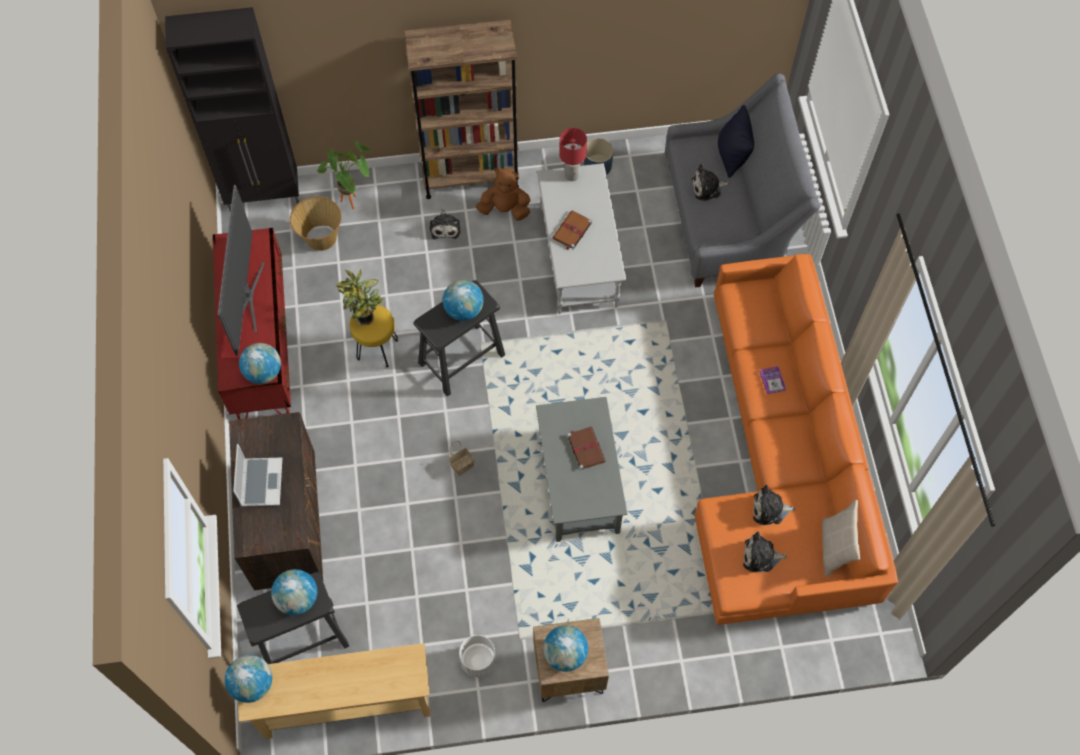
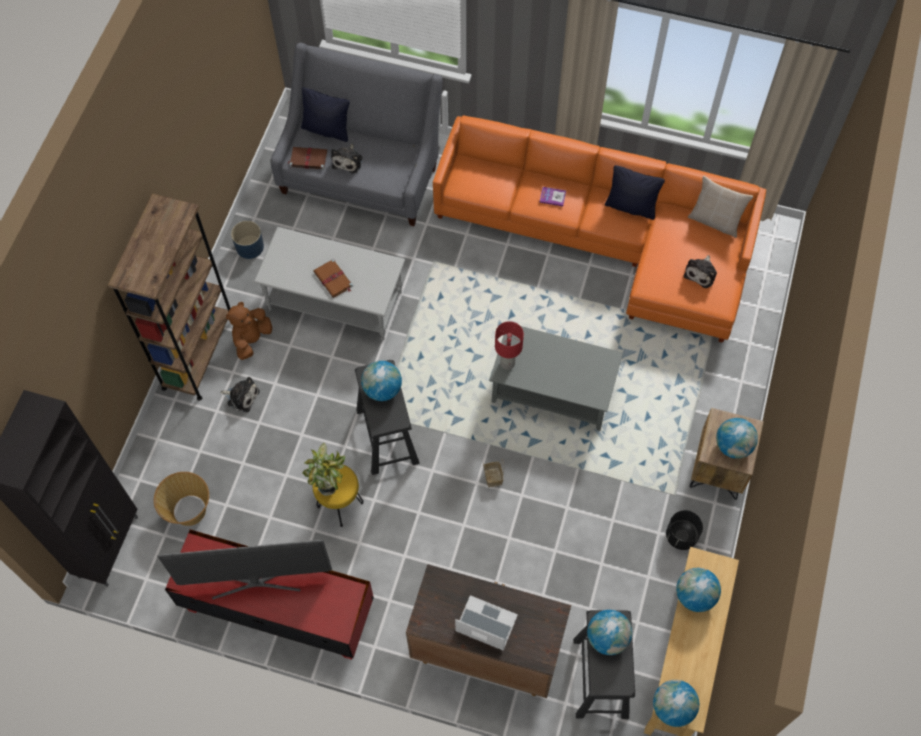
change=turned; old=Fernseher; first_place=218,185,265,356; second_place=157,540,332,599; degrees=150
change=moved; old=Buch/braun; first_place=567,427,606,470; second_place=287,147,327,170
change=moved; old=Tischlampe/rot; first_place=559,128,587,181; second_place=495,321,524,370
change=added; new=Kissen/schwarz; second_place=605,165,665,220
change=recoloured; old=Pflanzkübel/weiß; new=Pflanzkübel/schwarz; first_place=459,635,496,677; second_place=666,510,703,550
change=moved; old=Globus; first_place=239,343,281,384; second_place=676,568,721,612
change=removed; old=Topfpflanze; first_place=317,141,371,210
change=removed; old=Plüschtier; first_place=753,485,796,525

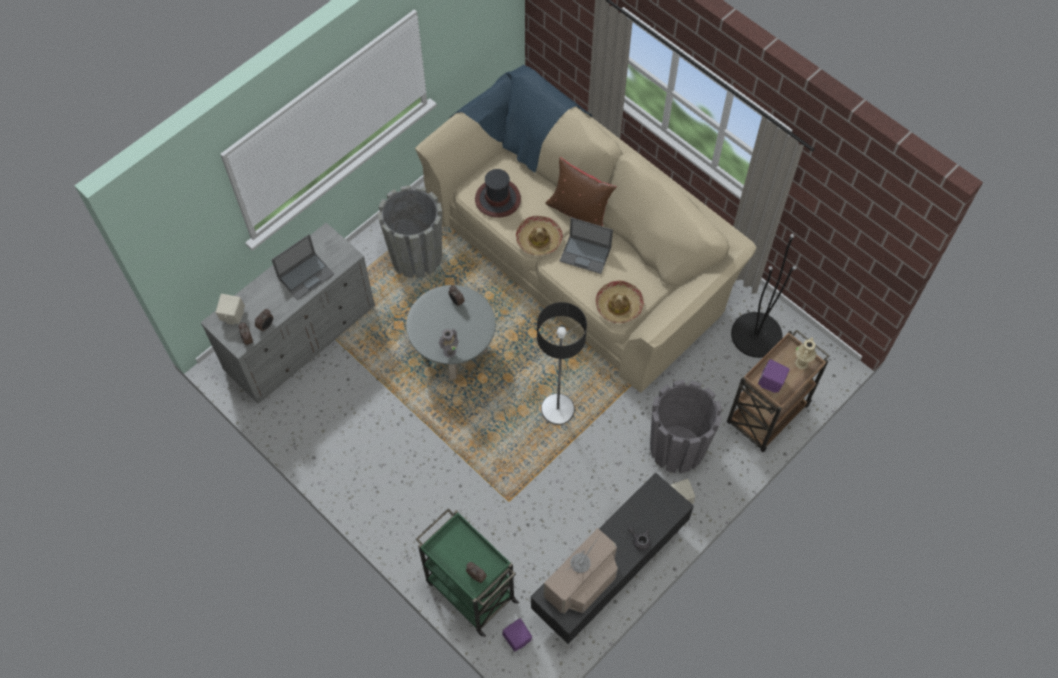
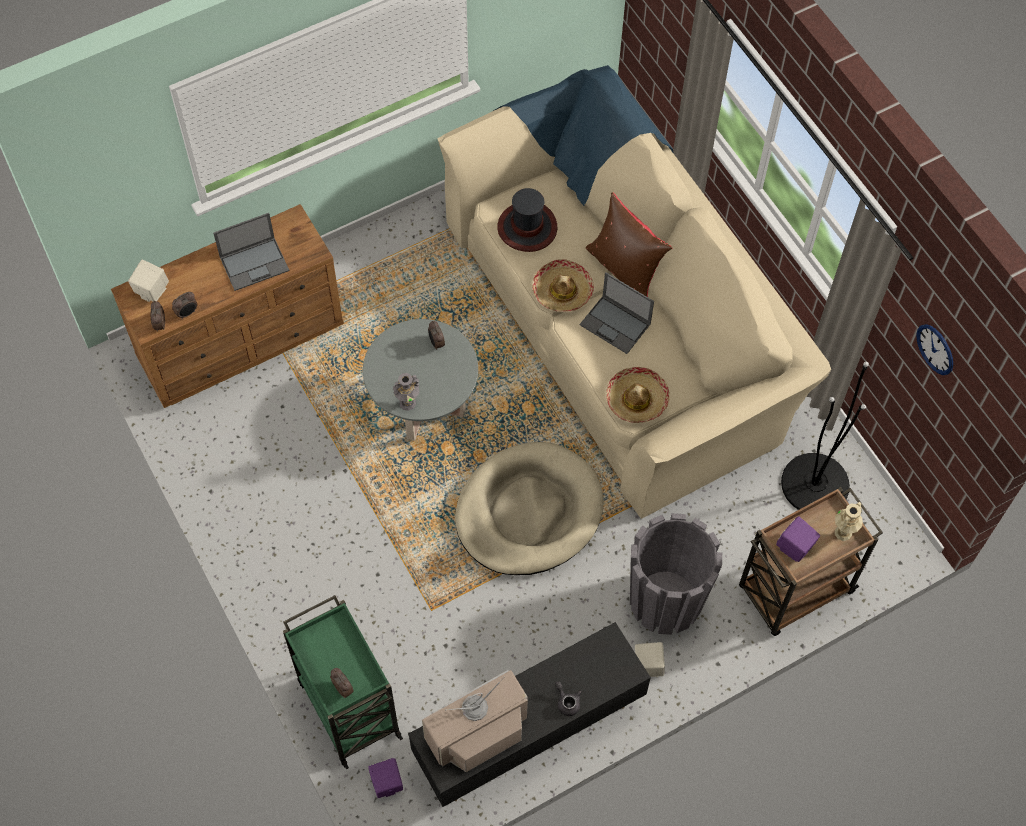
change=recoloured; old=Kommode/grau; new=Kommode/braun; first_place=201,223,375,404; second_place=111,204,344,408
change=replaced; old=Stehlampe; new=Hundebett/beige; first_place=537,302,587,425; second_place=455,442,604,575
change=added; new=Wanduhr; second_place=916,324,953,375
change=removed; old=Pflanzkübel/grau; first_place=378,185,442,279

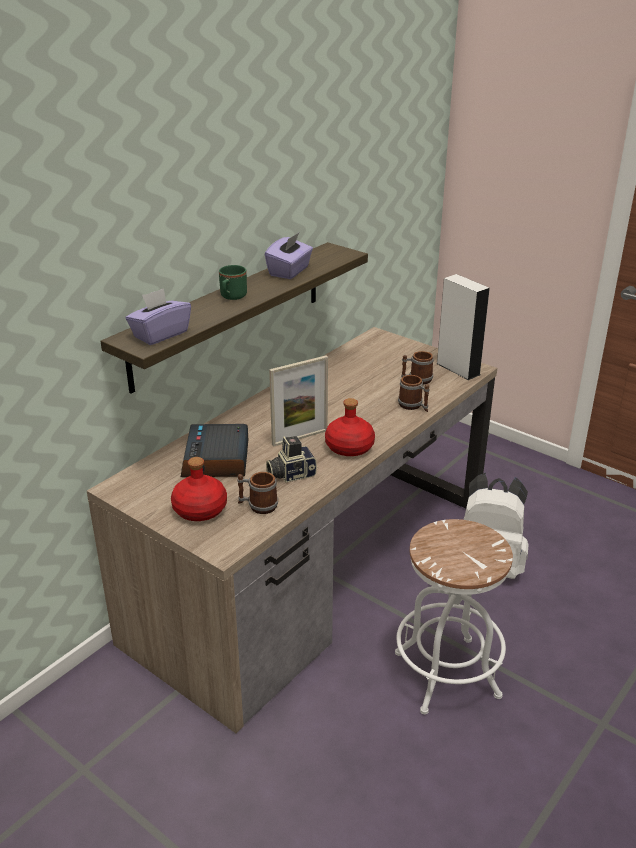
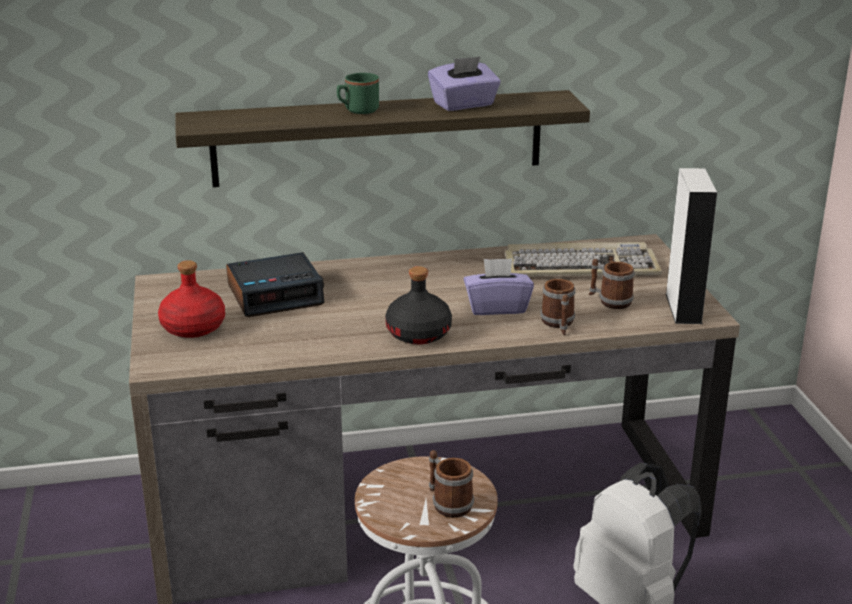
change=turned; old=Wecker; first_place=181,424,248,477; second_place=226,252,325,317; degrees=-150
change=recoloured; old=Flasche/rot; new=Flasche/schwarz; first_place=325,398,375,456; second_place=385,266,452,344
change=moved; old=Henkelbecher; first_place=237,472,278,514; second_place=429,450,474,518
change=moved; old=Taschentuchbox/lila; first_place=126,288,191,345; second_place=464,258,534,315
change=added; new=Tastatur; second_place=505,242,662,276
change=removed; old=Kamera; first_place=266,436,317,482
change=removed; old=Bilderrahmen; first_place=269,356,328,447

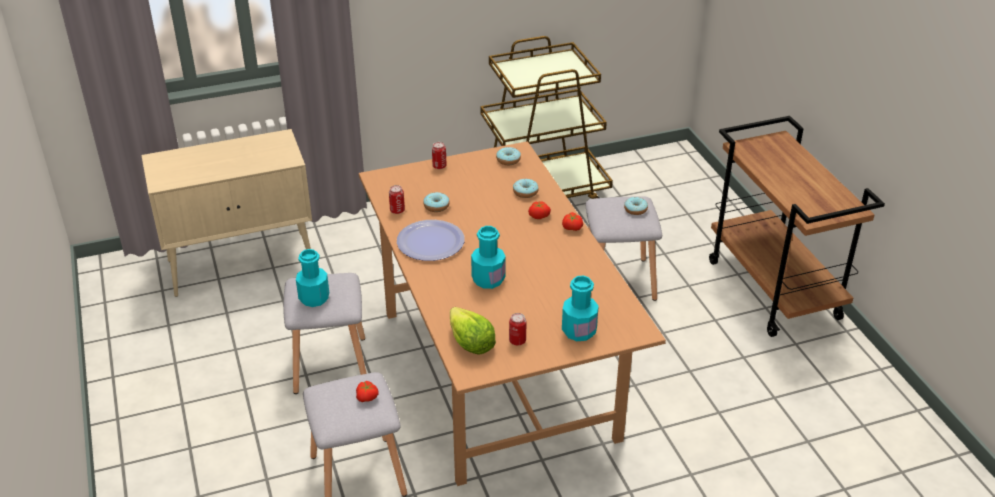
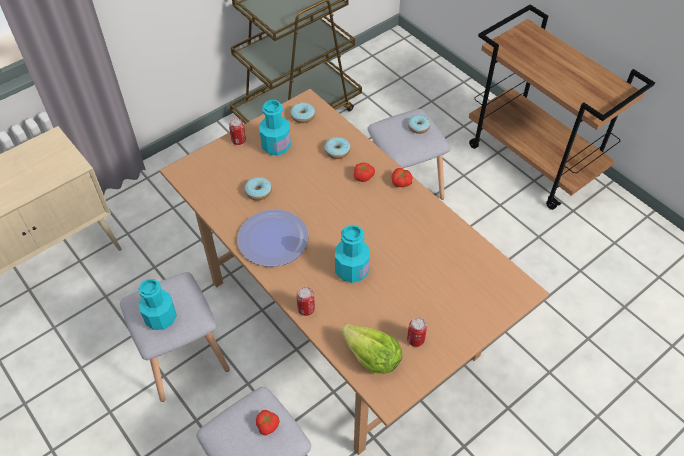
change=moved; old=Flasche/türkis; first_place=562,275,599,341; second_place=259,100,291,156
change=moved; old=Dose; first_place=389,185,405,214; second_place=297,287,315,316

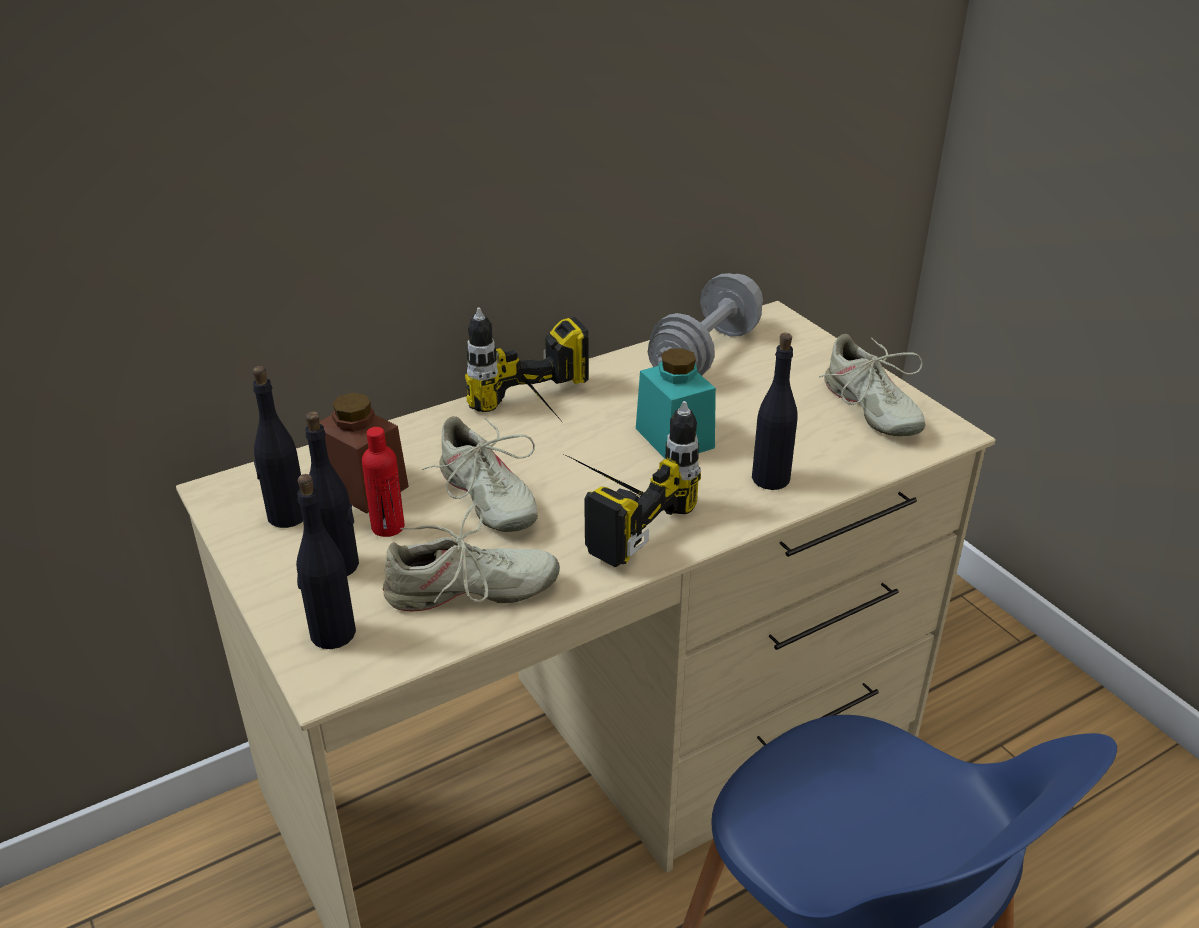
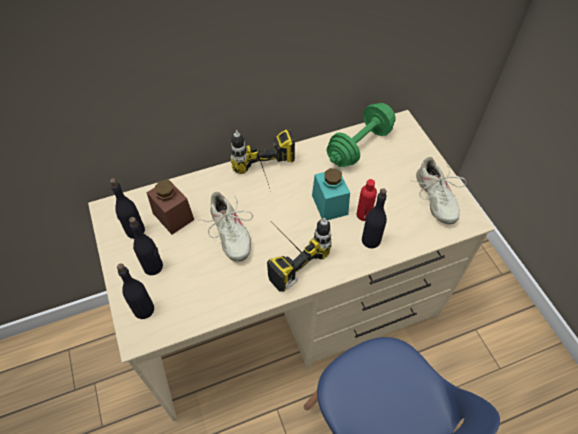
change=recoloured; old=Hantel/grau; new=Hantel/grün; first_place=648,273,763,376; second_place=326,103,396,167
change=moved; old=Flasche/rot; first_place=362,427,405,537; second_place=357,179,377,221
change=removed; old=Schuh/beige; first_place=383,504,560,611

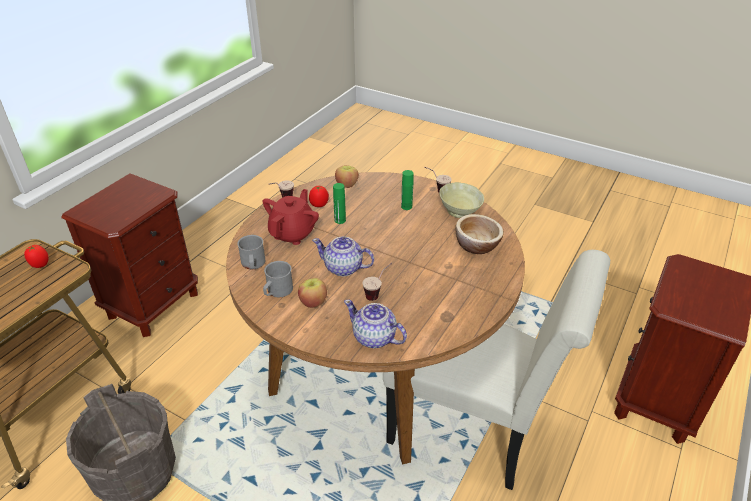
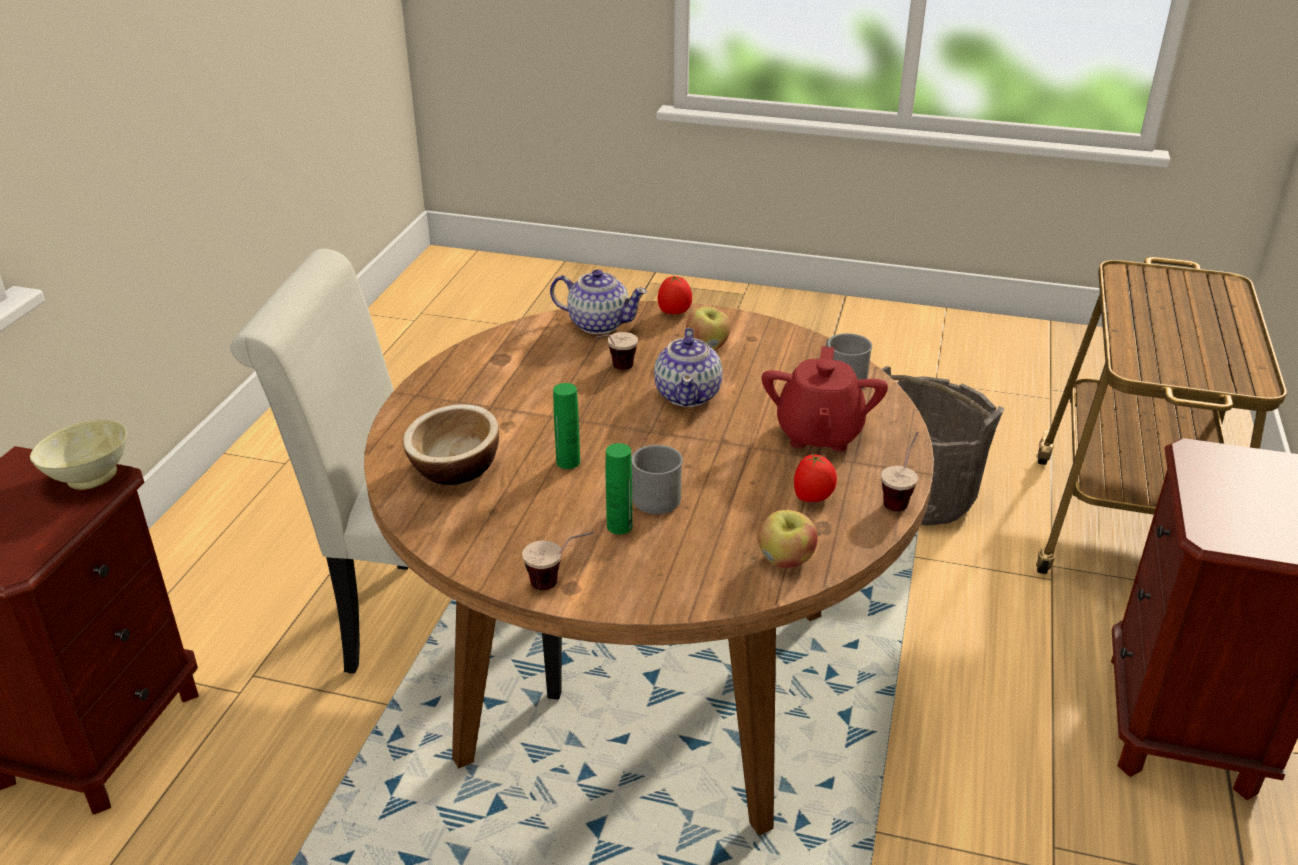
change=moved; old=Schüssel/beige; first_place=439,182,484,218; second_place=30,420,127,490
change=moved; old=Flasche/grün; first_place=333,183,346,224; second_place=553,383,580,469
change=moved; old=Henkelbecher/grau; first_place=263,261,293,297; second_place=631,445,683,514
change=turned; old=Teekanne; first_place=312,236,374,276; second_place=654,328,723,407; degrees=90
change=moved; old=Tomate; first_place=24,245,48,268; second_place=658,276,692,314

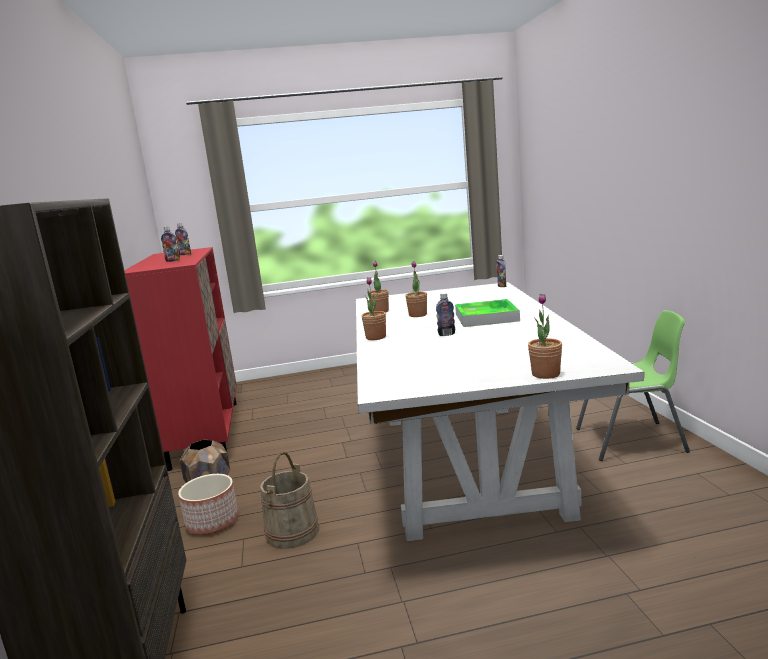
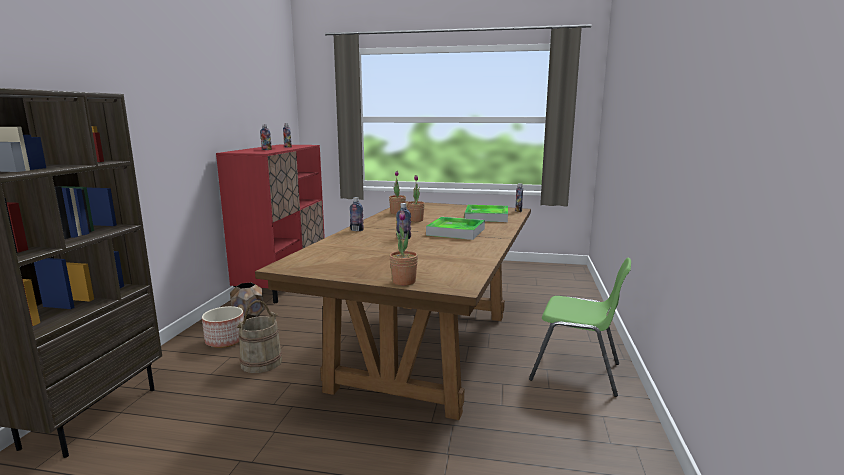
change=recoloured; old=Esstisch/weiß; new=Esstisch/braun; first_place=356,282,644,541; second_place=255,201,531,420
change=replaced; old=Topfpflanze; new=Flasche; first_place=361,277,386,340; second_place=349,197,364,231
change=added; new=Tablett; second_place=465,205,508,222

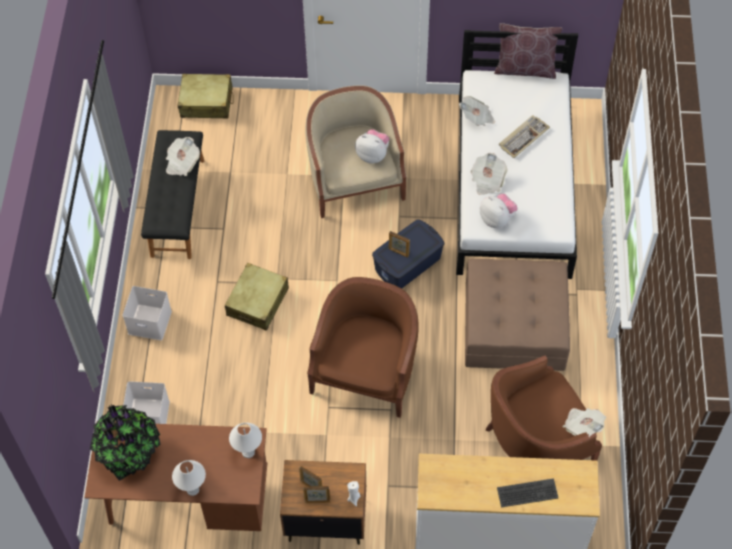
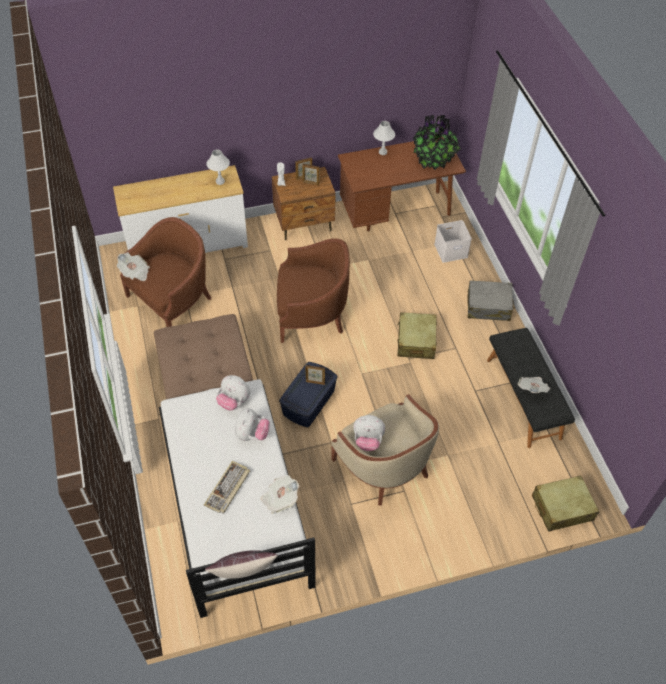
change=moved; old=Tischlampe/weiß; first_place=229,423,262,458; second_place=207,149,230,185
change=replaced; old=Zeitung; new=Plüschtier; first_place=471,153,508,195; second_place=235,408,270,441
change=turned; old=Sessel/braun; first_place=307,277,419,418; second_place=277,238,350,343; degrees=-90
change=replaced; old=Aufbewahrungsbox/weiß; new=Koffer/grau; first_place=122,286,172,340; second_place=467,280,515,321
change=removed; old=Tastatur; first_place=497,478,558,507

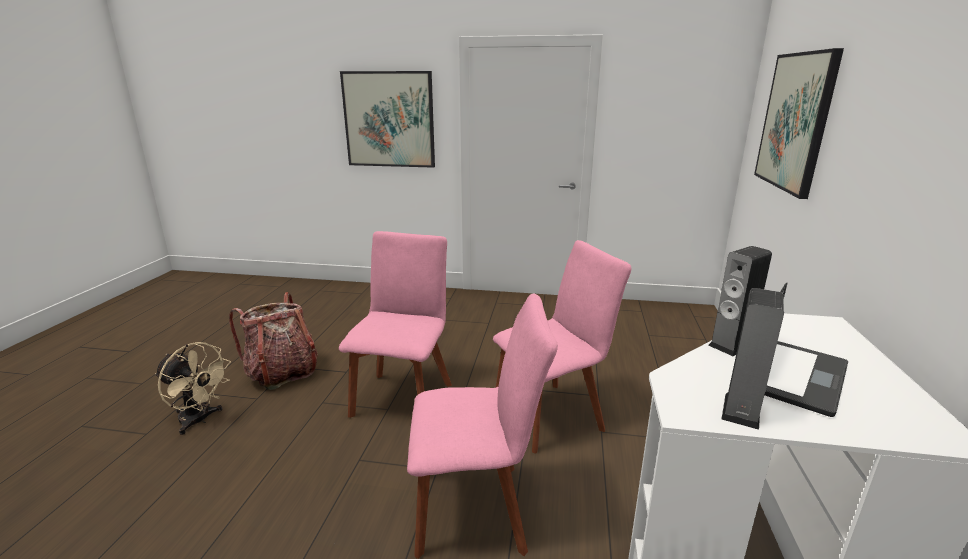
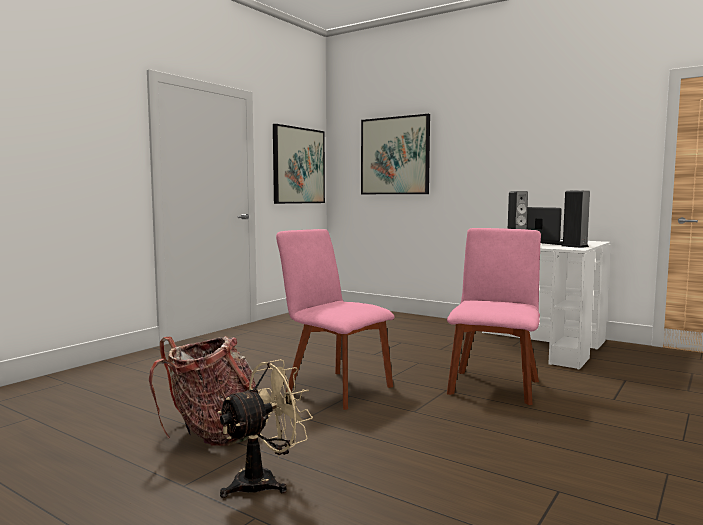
change=moved; old=Bild; first_place=340,71,435,168; second_place=273,124,325,204
change=removed; old=Stuhl/rosa; first_place=493,240,631,453

